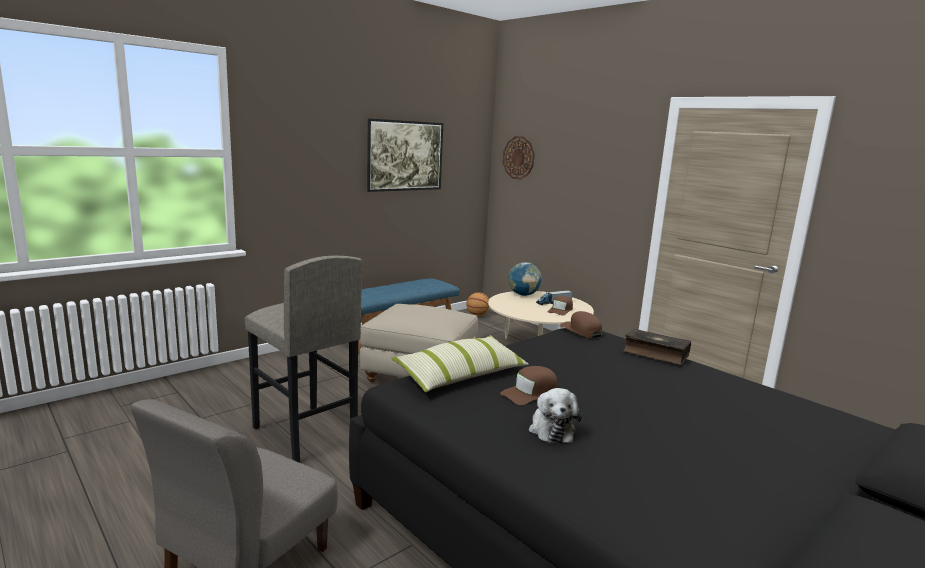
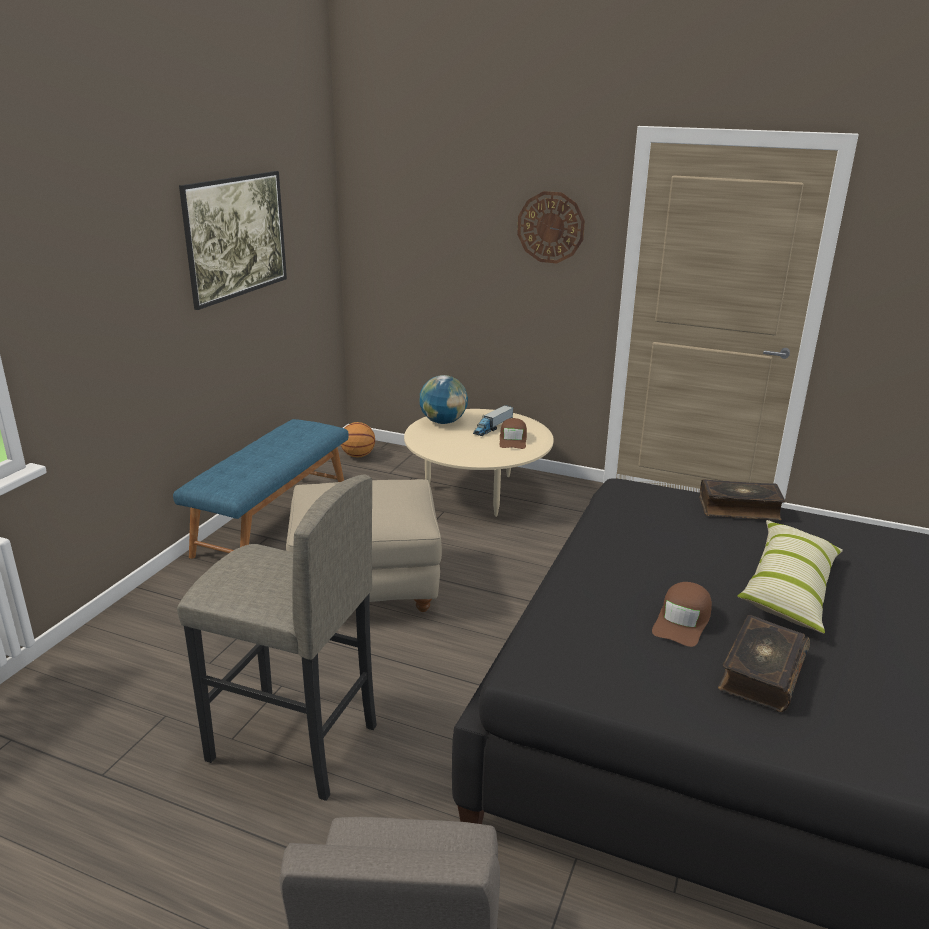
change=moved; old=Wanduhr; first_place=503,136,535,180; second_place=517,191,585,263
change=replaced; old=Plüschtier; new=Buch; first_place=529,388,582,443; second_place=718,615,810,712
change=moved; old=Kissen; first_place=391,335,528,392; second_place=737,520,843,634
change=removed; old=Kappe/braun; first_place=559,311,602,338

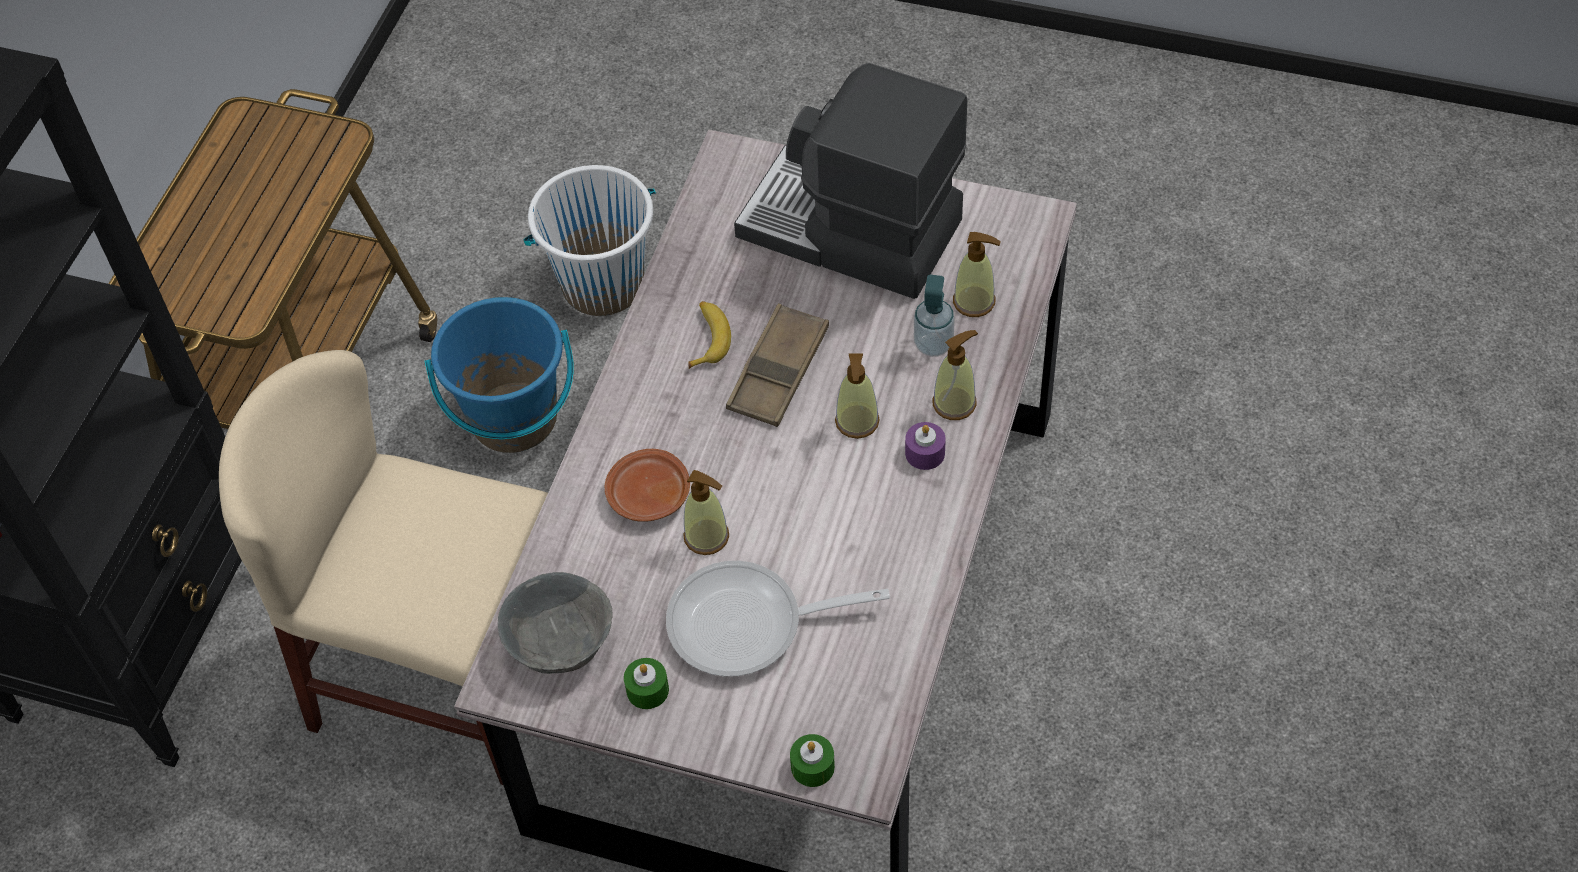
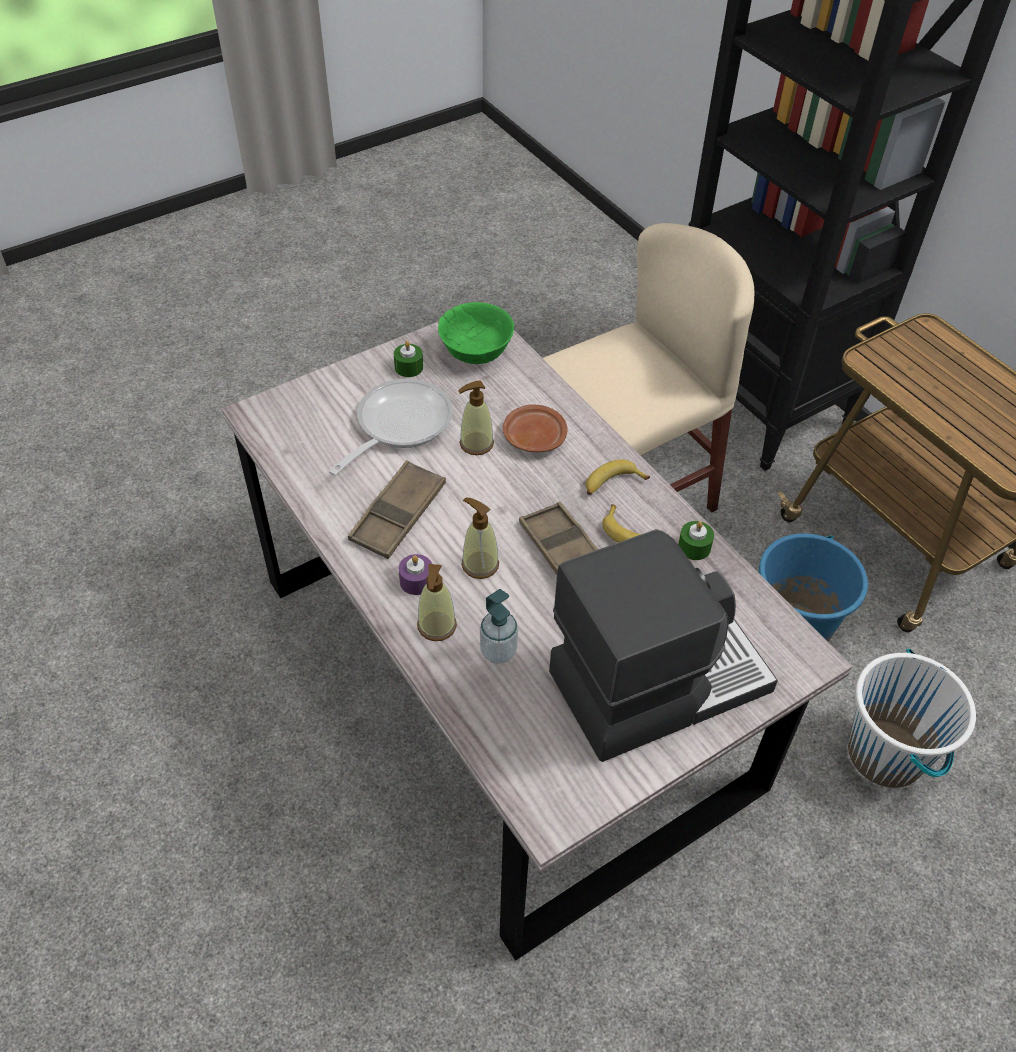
change=added; new=Tablett/braun; second_place=348,460,446,559
change=recoloured; old=Schüssel/grau; new=Schüssel/grün; first_place=498,572,613,674; second_place=438,302,514,364
change=added; new=Banane; second_place=586,459,650,495
change=moved; old=Kerze/grün; first_place=790,734,835,787; second_place=678,521,714,560
change=removed; old=Seifenspender; first_place=953,232,1001,317

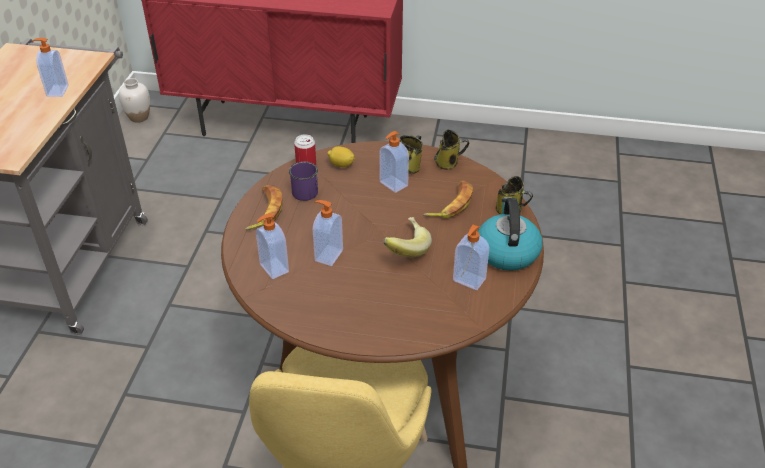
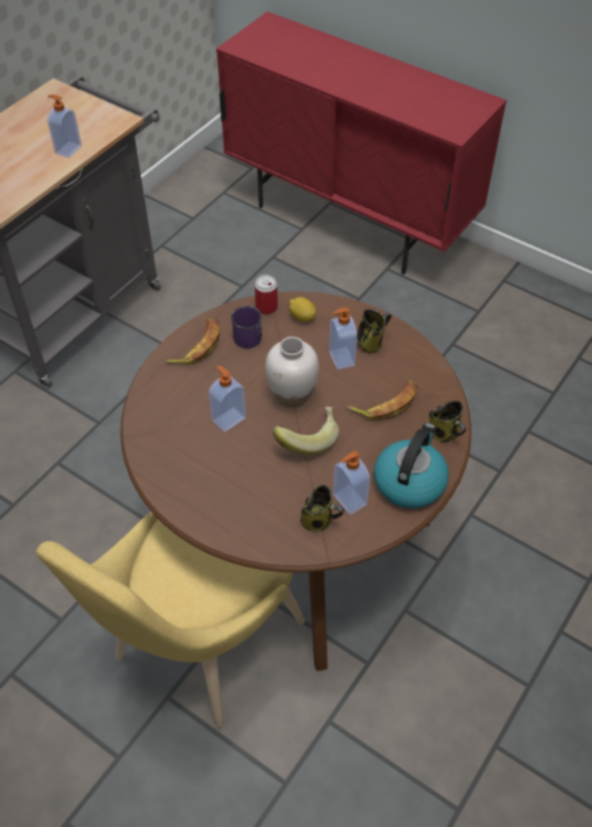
change=moved; old=Vase/weiß; first_place=119,78,150,123; second_place=265,337,319,408
change=moved; old=Henkelbecher; first_place=434,130,470,170; second_place=300,485,344,532
change=removed; old=Seifenspender; first_place=256,213,289,279

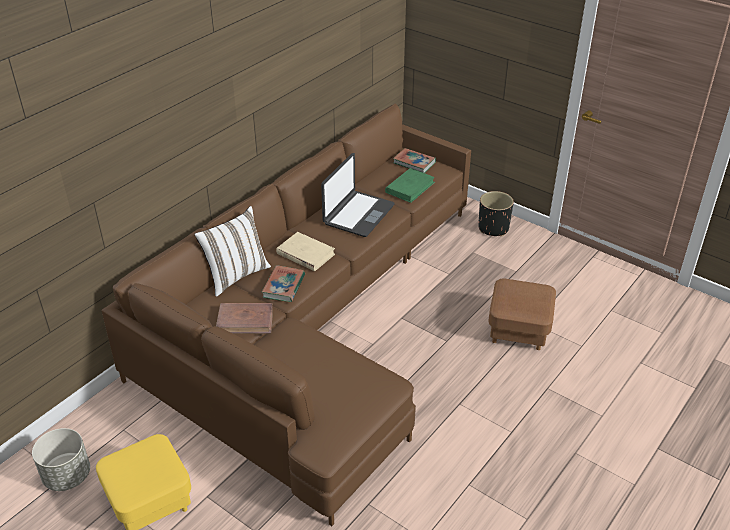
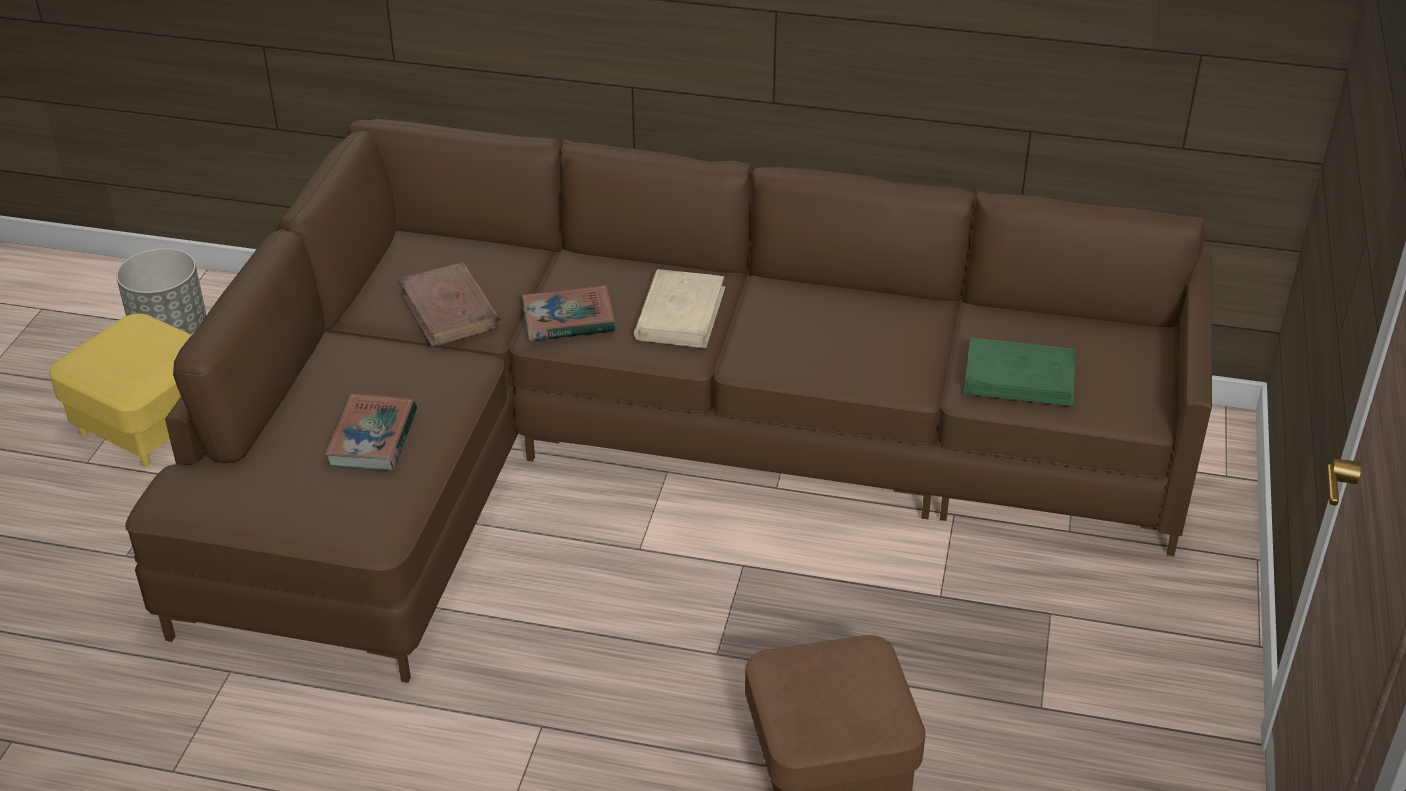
change=moved; old=Buch; first_place=393,148,436,173; second_place=324,394,417,471
change=removed; old=Kissen/weiß; first_place=194,206,271,297
change=removed; old=Laptop; first_place=321,153,395,237
change=removed; old=Pflanzkübel/schwarz; first_place=478,191,514,237

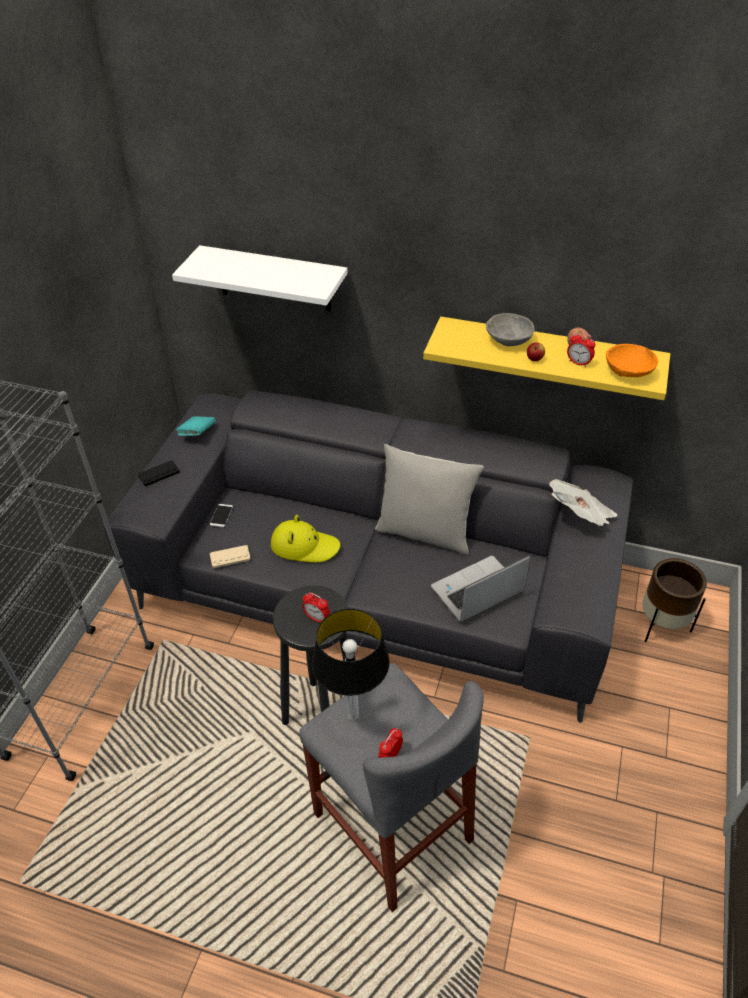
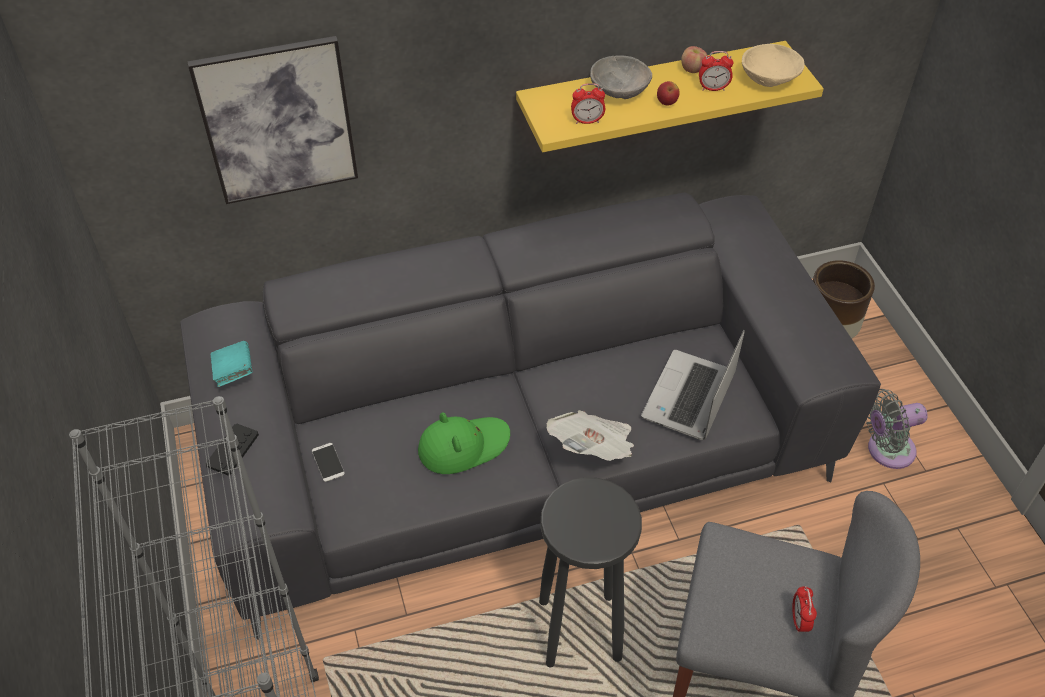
change=replaced; old=Wandregal/weiß; new=Bild; first_place=172,245,348,311; second_place=187,36,358,204
change=recoloured; old=Hut/gelb; new=Hut/grün; first_place=271,515,341,563; second_place=418,412,510,474
change=moved; old=Zeitung; first_place=549,479,618,526; second_place=547,410,634,461
change=moved; old=Wecker; first_place=302,593,330,622; second_place=571,83,605,124
change=recoloured; old=Schüssel/orange; new=Schüssel/beige; first_place=606,344,658,377; second_place=742,44,805,87
change=added; new=Ventilator/grau; second_place=866,389,928,469
change=removed; old=Gamepad/beige; first_place=210,545,251,568
change=removed; old=Tischlampe; first_place=312,609,390,721
change=removed; old=Kissen/grau; first_place=375,444,484,555

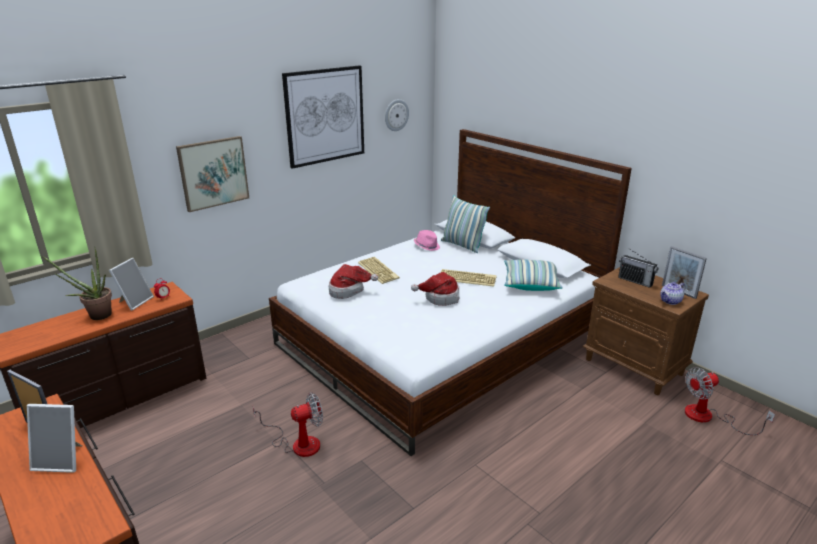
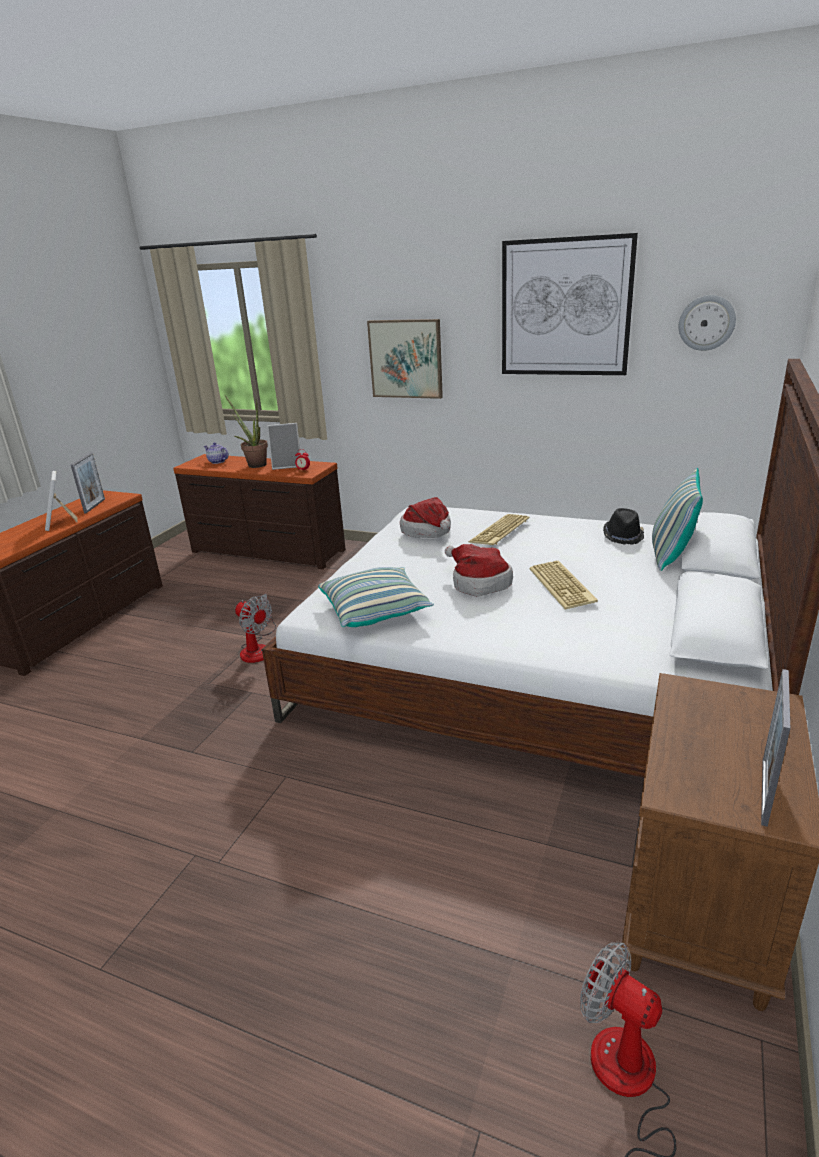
change=moved; old=Teekanne; first_place=660,282,685,305; second_place=204,442,229,464
change=moved; old=Kissen; first_place=504,259,563,291; second_place=318,567,434,627
change=recoloured; old=Hut/rosa; new=Hut/schwarz; first_place=414,230,440,251; second_place=603,508,644,545
change=removed; old=Radio; first_place=618,248,659,288

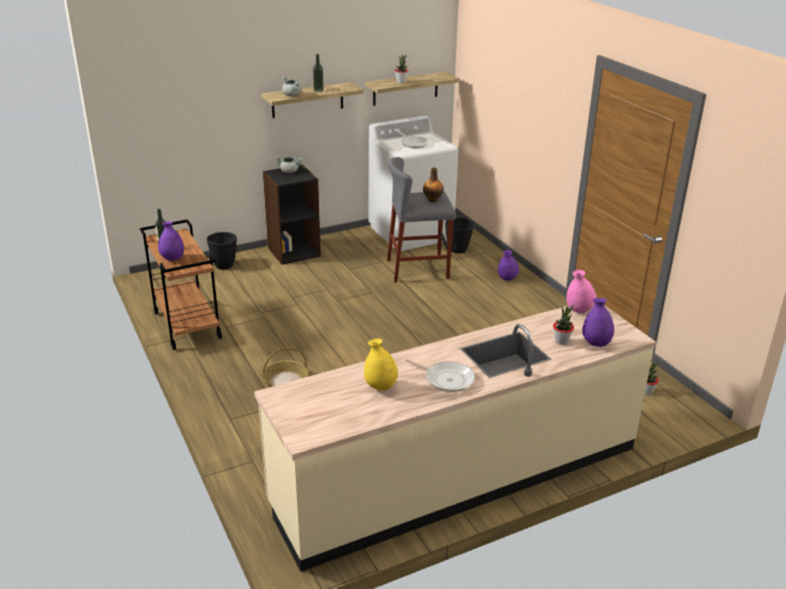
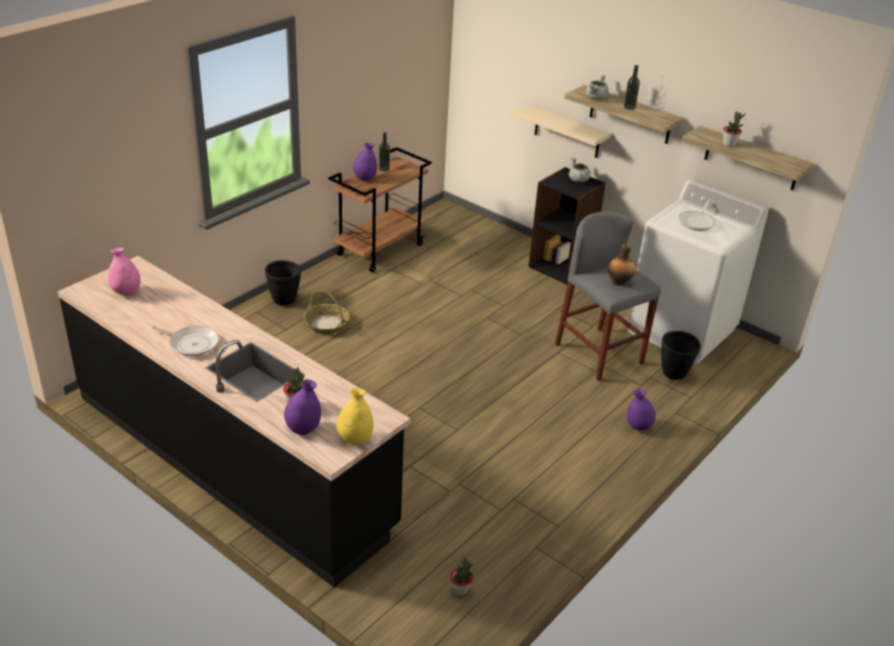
change=recoloured; old=Küchenzeile/beige; new=Küchenzeile/schwarz; first_place=254,305,656,572; second_place=57,256,410,587
change=moved; old=Vase/rosa; first_place=566,270,597,313; second_place=108,247,141,295
change=turned; old=Pfanne; first_place=406,359,475,392; second_place=152,326,219,356; degrees=-75
change=moved; old=Pflanzkübel/schwarz; first_place=207,232,237,269; second_place=265,260,301,306
change=moved; old=Vase/gelb; first_place=364,338,398,391; second_place=336,388,374,445
change=added; new=Wandregal/beige; second_place=513,105,611,158

